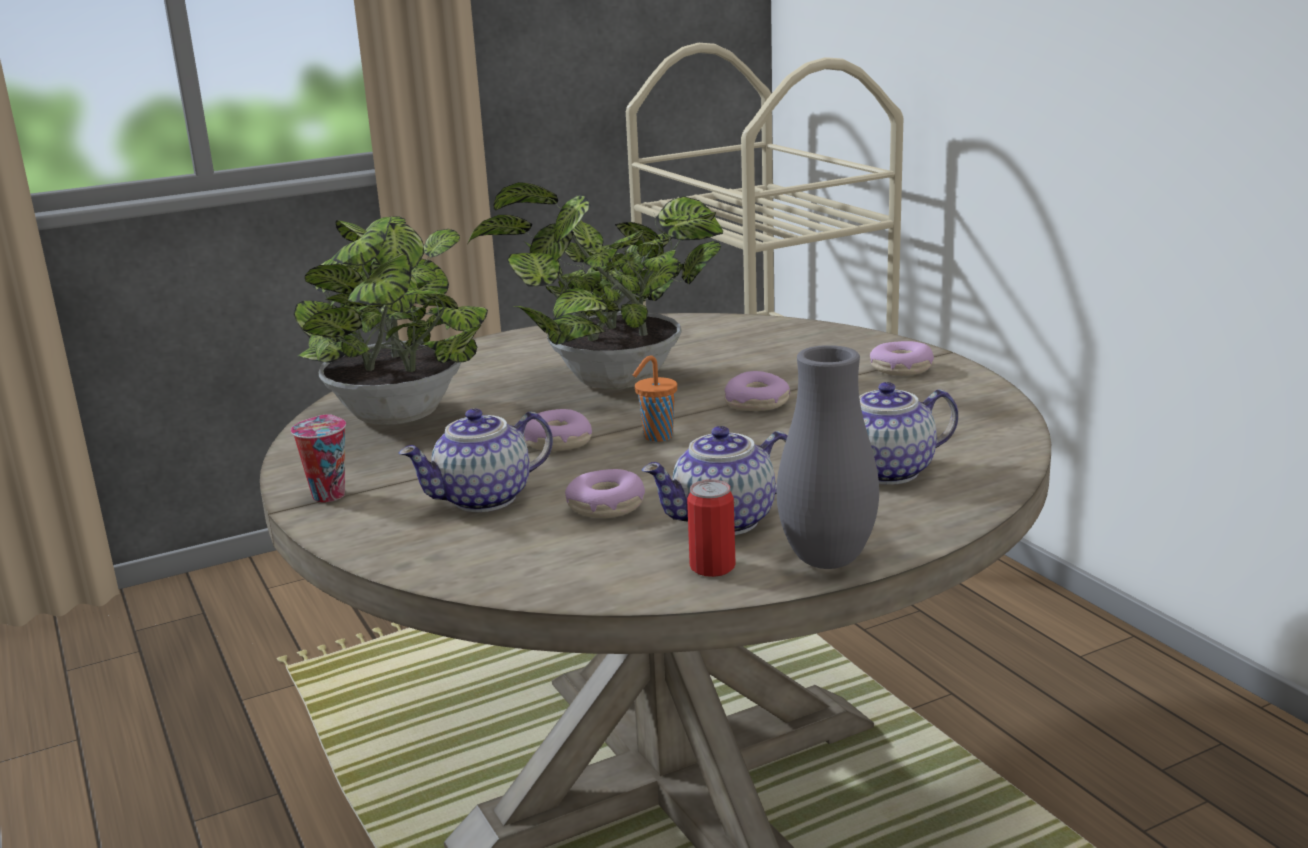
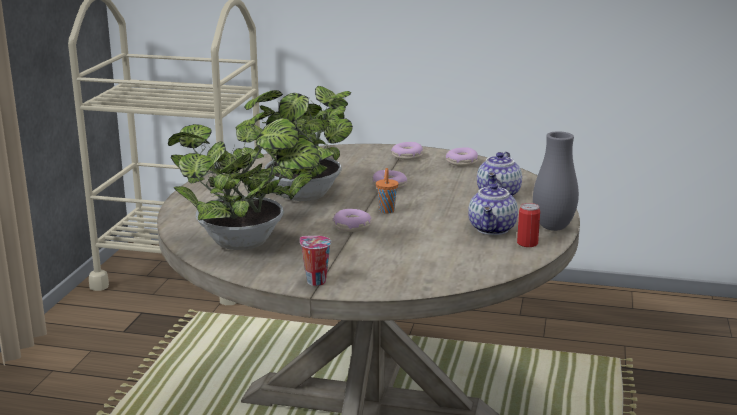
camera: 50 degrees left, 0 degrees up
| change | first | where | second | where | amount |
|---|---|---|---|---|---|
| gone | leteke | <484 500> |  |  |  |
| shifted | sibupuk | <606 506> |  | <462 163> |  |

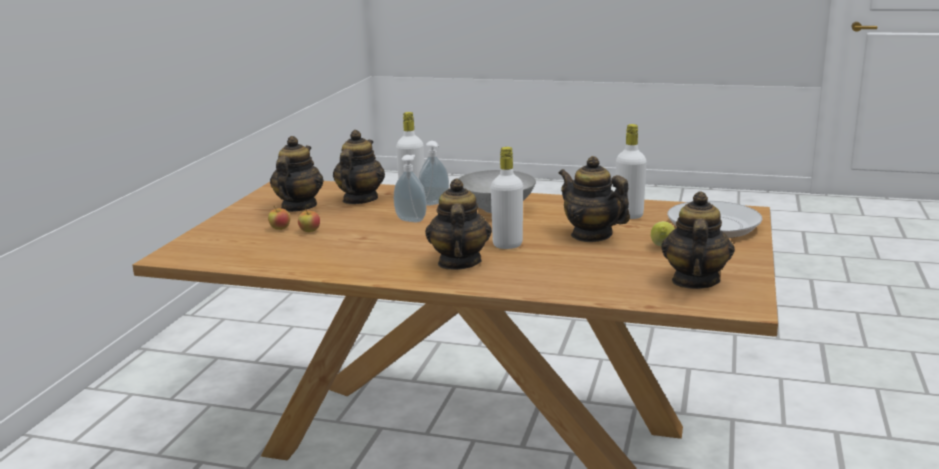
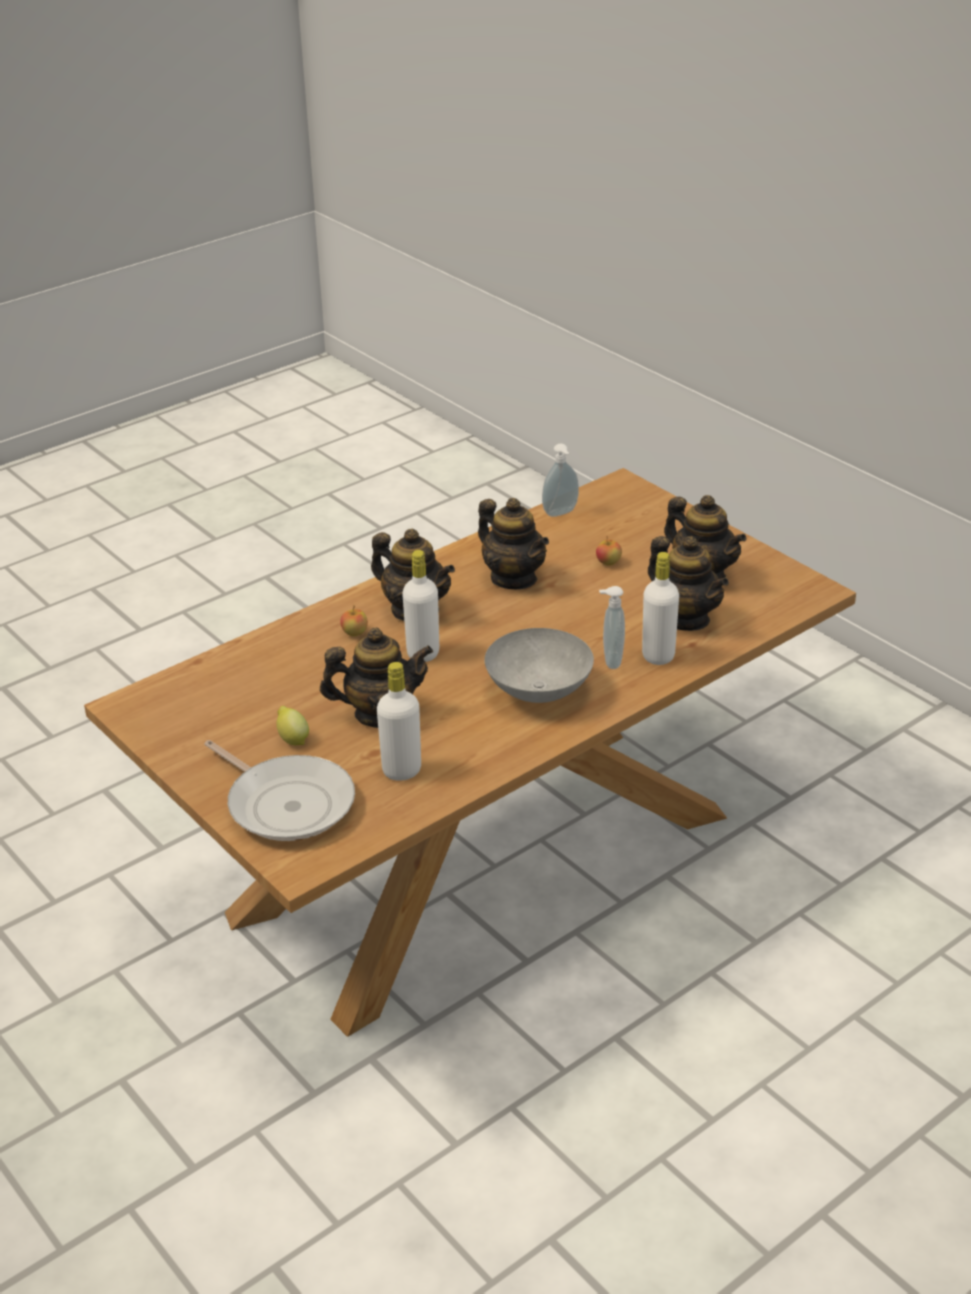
camera: 125 degrees right, 15 degrees up
| change | first | where | second | where | amount |
|---|---|---|---|---|---|
| shifted | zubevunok | <280 228> |  | <354 633> |  |
| shifted | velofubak | <411 219> |  | <561 513> |  |
| shifted | leteke | <694 281> |  | <514 578> |  |

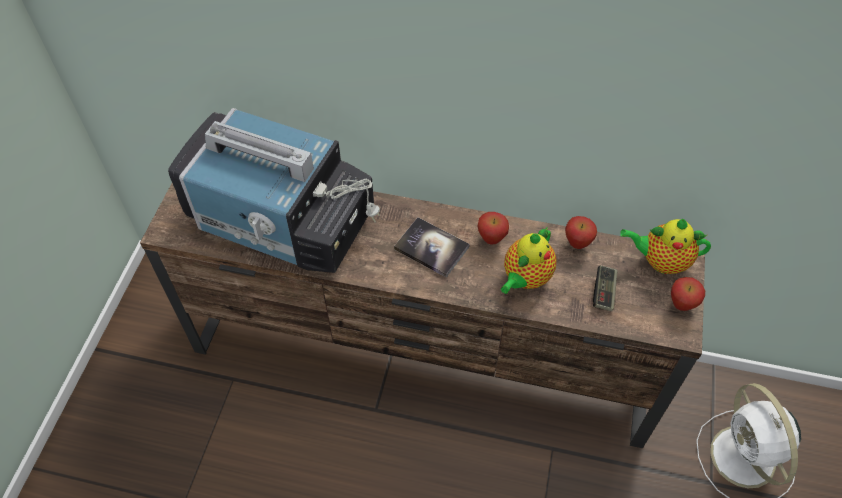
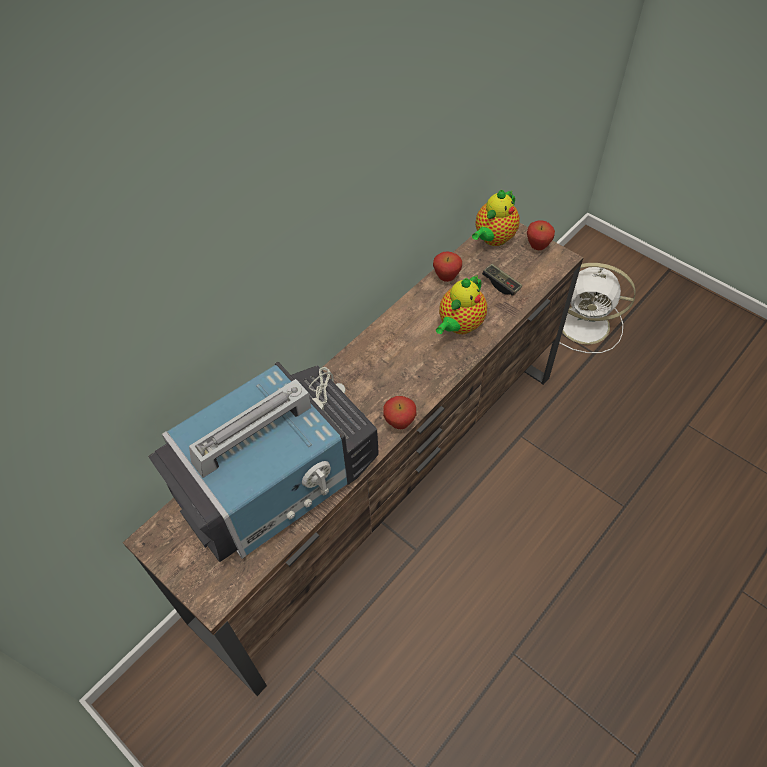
camera: 60 degrees left, 0 degrees up
| change | first | where | second | where | amount |
|---|---|---|---|---|---|
| gone | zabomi | <431 248> |  |  |  |
| shifted | zubevunok | <491 239> |  | <399 423> |  |
| rotated | leteke | <525 278> |  | <459 326> | 60 degrees clockwise |

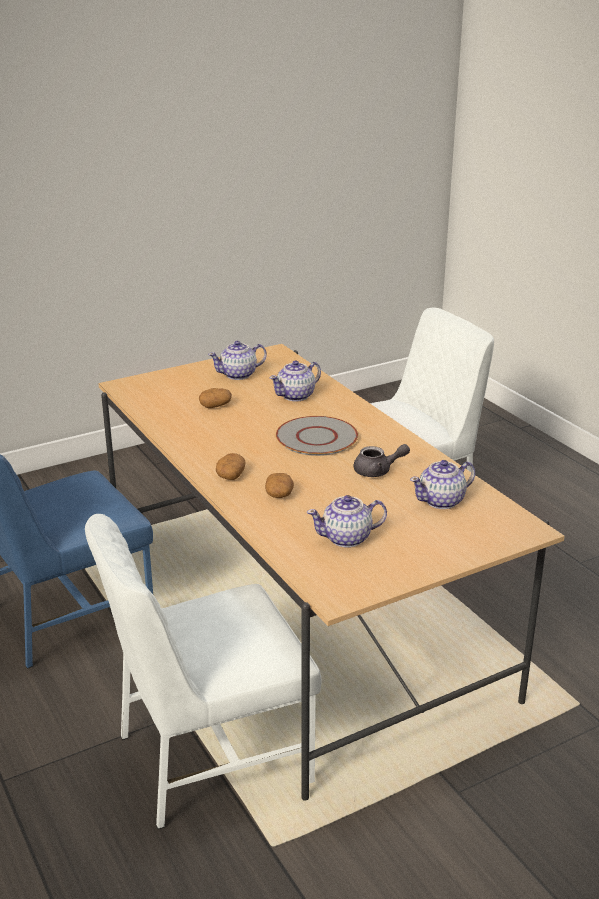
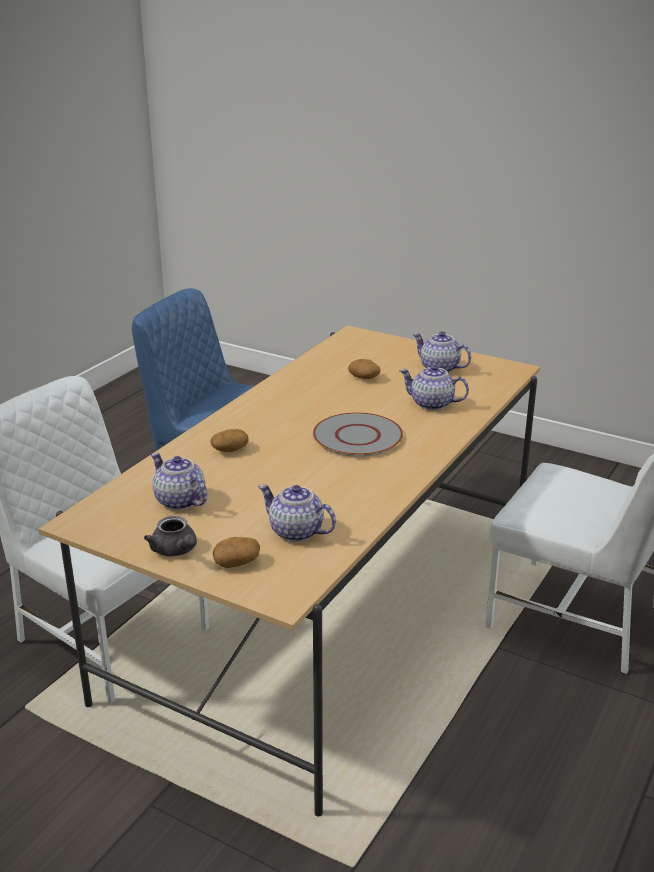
camera: 60 degrees right, 0 degrees up
| change | first | where | second | where | amount |
|---|---|---|---|---|---|
| shifted | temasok | <230 475> |  | <237 562> |  |
| shifted | leteke (grey) | <378 471> |  | <176 551> |  |

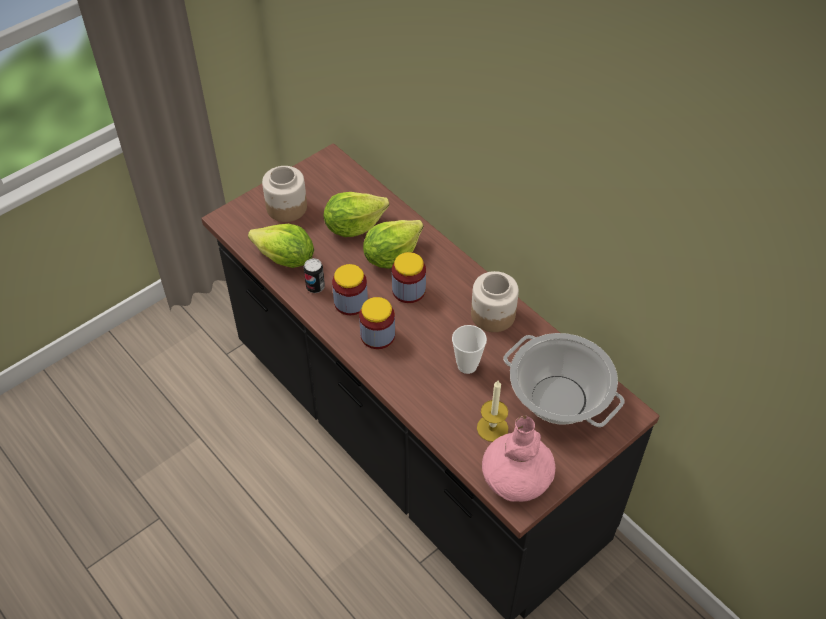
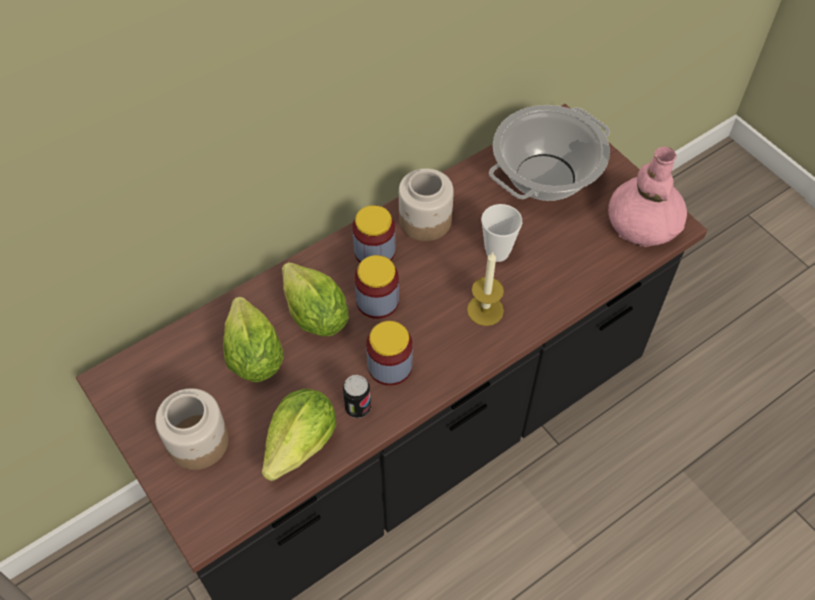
camera: 85 degrees left, 5 degrees up
| change | first | where | second | where | amount |
|---|---|---|---|---|---|
| shifted | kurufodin | <377 335> |  | <374 251> |  |
| shifted | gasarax | <492 428> |  | <485 310> |  |

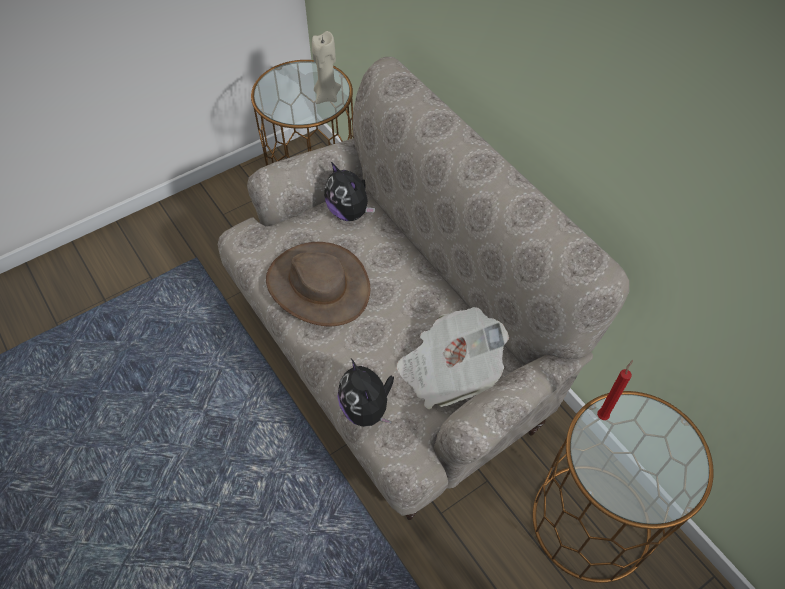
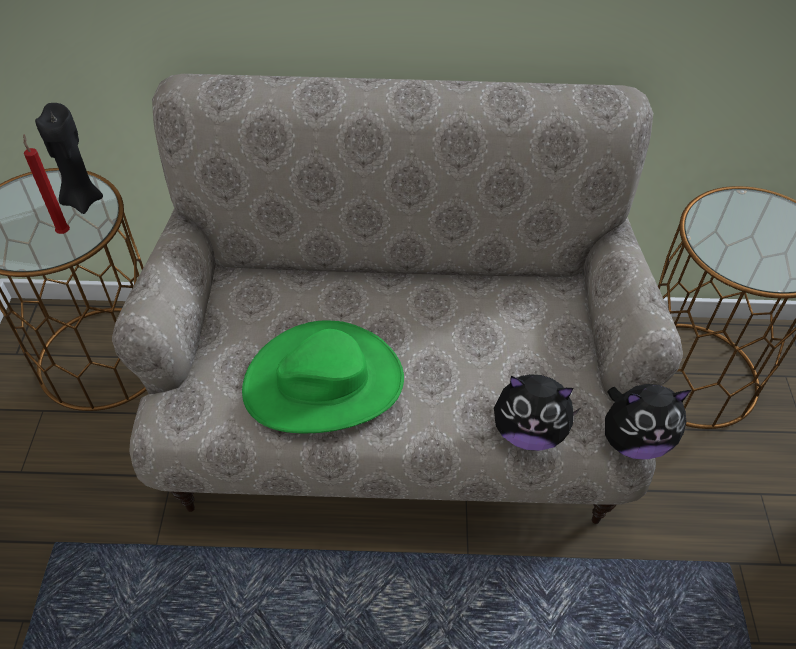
camera: 55 degrees left, 5 degrees down
| change | first | where | second | where | amount |
|---|---|---|---|---|---|
| gone | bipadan | <448 371> |  |  |  |
| shifted | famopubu | <349 212> |  | <633 440> |  |
| shifted | gasarax (red) | <603 415> |  | <64 231> |  |
| repainted | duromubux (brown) | <318 285> | duromubux (green) | <323 382> |  |
| repainted | gasarax (beige) | <327 96> | gasarax (black) | <82 200> |  |

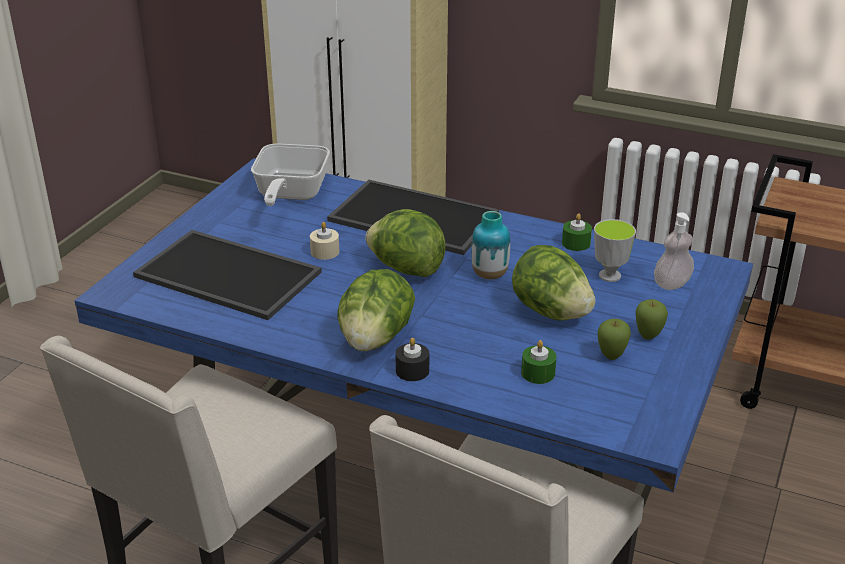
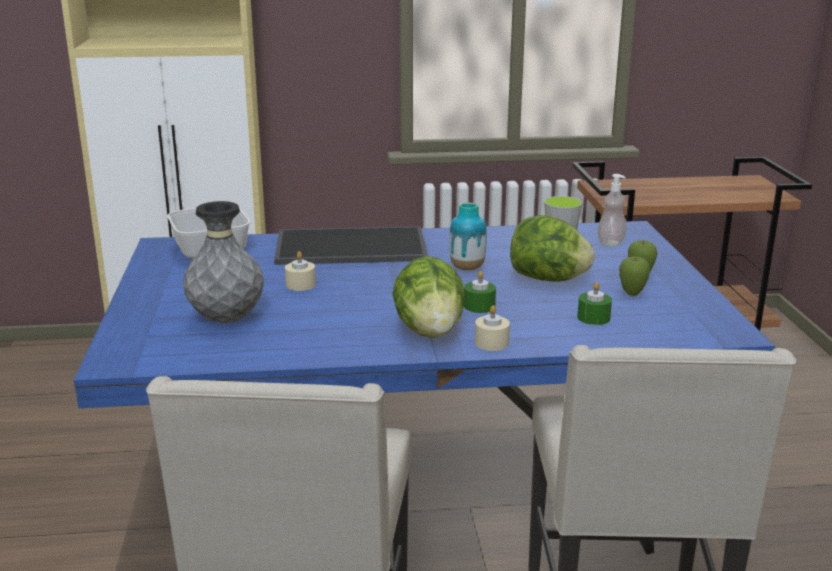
camera: 30 degrees left, 10 degrees down
| change | first | where | second | where | amount |
|---|---|---|---|---|---|
| gone | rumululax | <406 269> |  |  |  |
| shifted | gasarax (green) | <576 243> |  | <479 306> |  |
| swapped | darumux | <231 274> | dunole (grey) | <227 319> |  |
| repainted | gasarax (black) | <412 370> | gasarax (beige) | <491 343> |  |

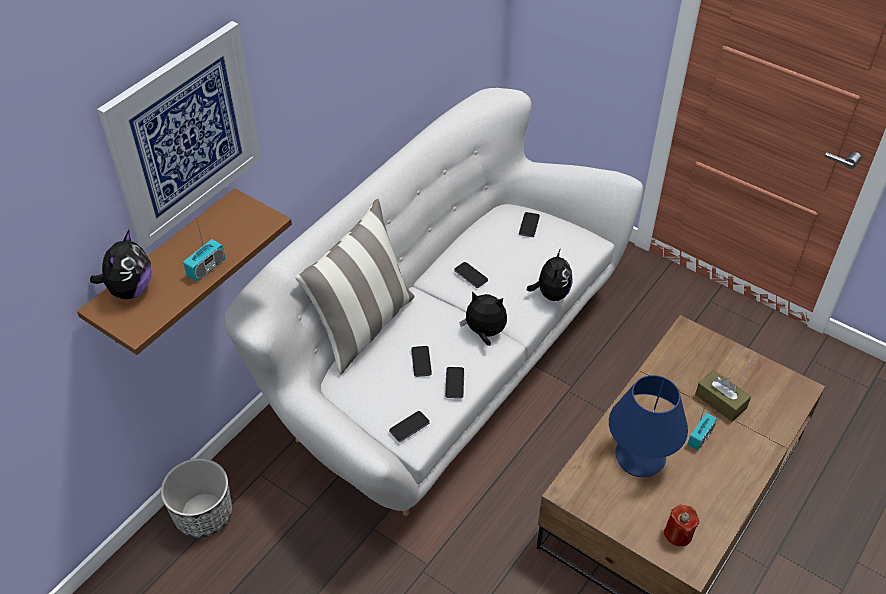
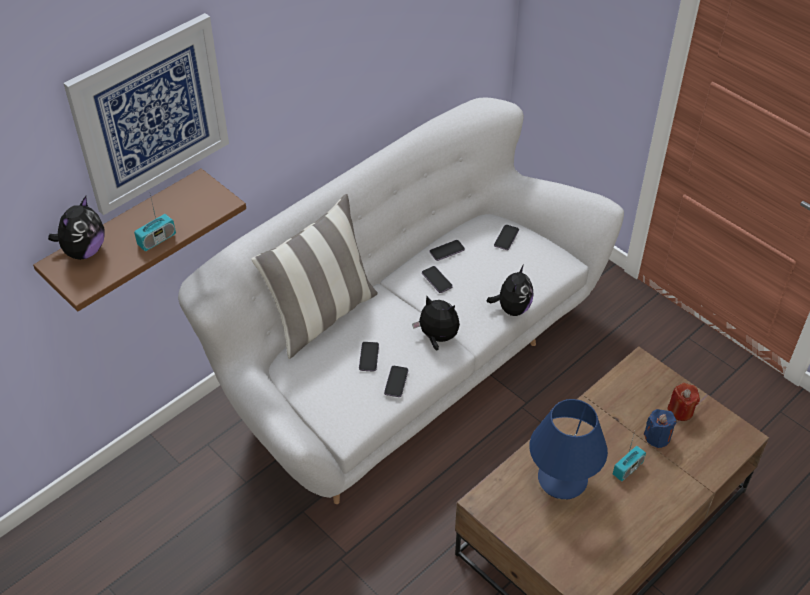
camera: 10 degrees right, 0 degrees up
| change | first | where | second | where | amount |
|---|---|---|---|---|---|
| gone | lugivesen | <203 514> |  |  |  |
| shifted | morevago | <409 427> |  | <447 251> |  |
| shifted | gasarax (red) | <678 534> |  | <680 411> |  |
| swapped | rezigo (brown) | <720 401> | gasarax (blue) | <657 437> |  |

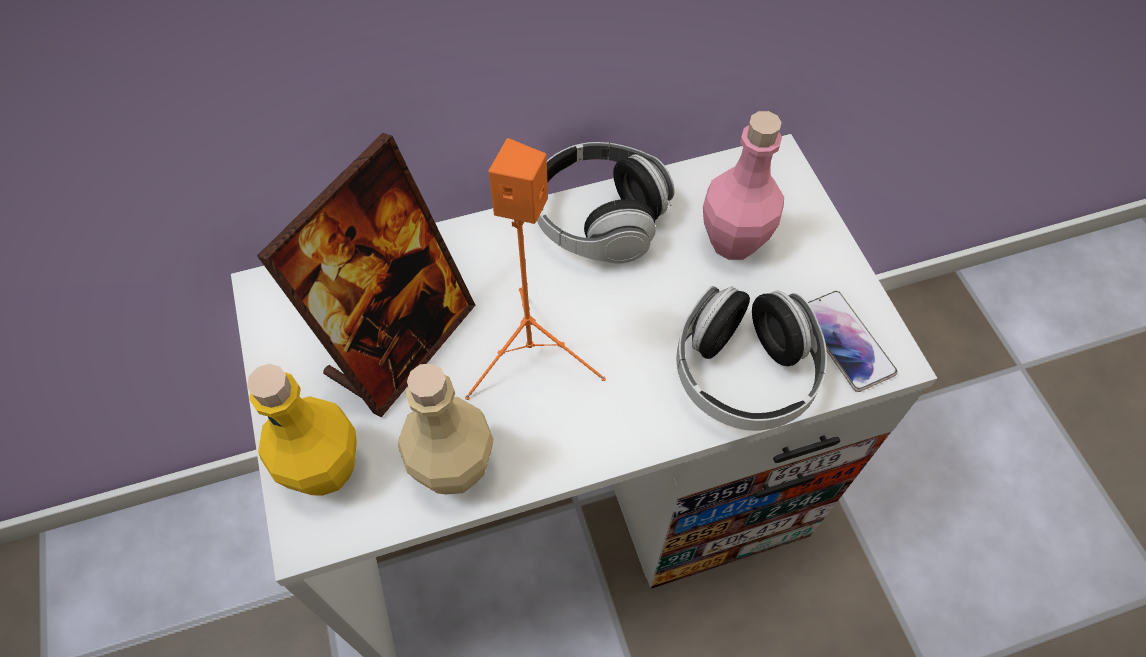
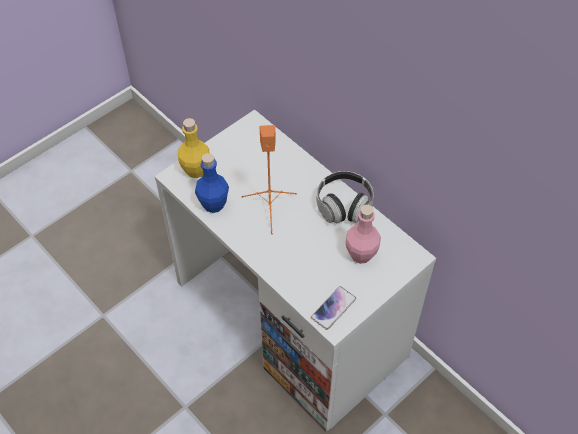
camera: 65 degrees right, 5 degrees down
| change | first | where | second | where | amount |
|---|---|---|---|---|---|
| gone | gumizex | <400 342> |  |  |  |
| gone | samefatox | <743 374> |  |  |  |
| repainted | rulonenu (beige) | <454 469> | rulonenu (blue) | <213 204> |  |

